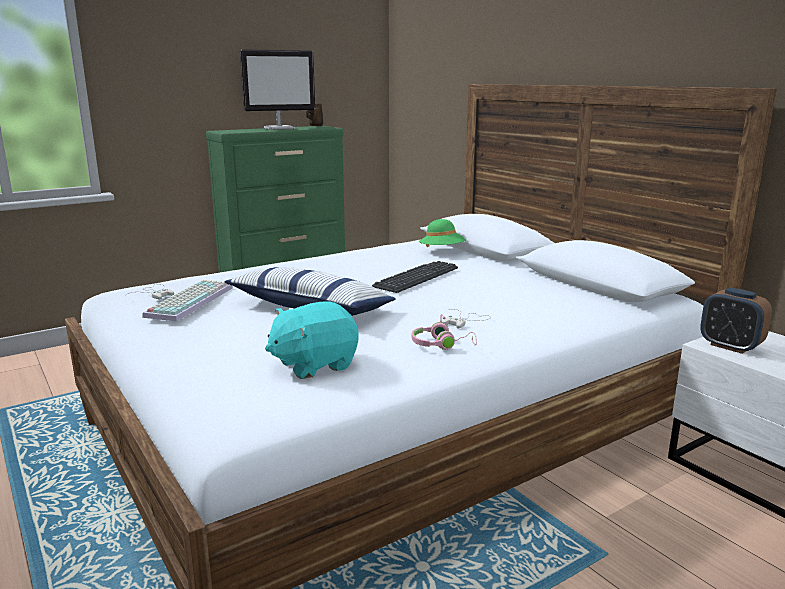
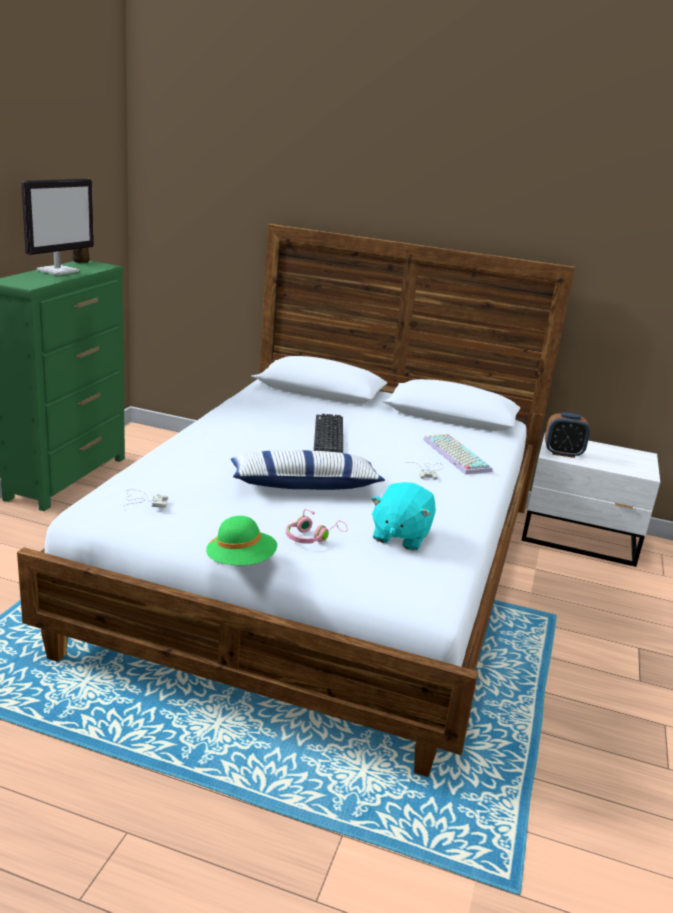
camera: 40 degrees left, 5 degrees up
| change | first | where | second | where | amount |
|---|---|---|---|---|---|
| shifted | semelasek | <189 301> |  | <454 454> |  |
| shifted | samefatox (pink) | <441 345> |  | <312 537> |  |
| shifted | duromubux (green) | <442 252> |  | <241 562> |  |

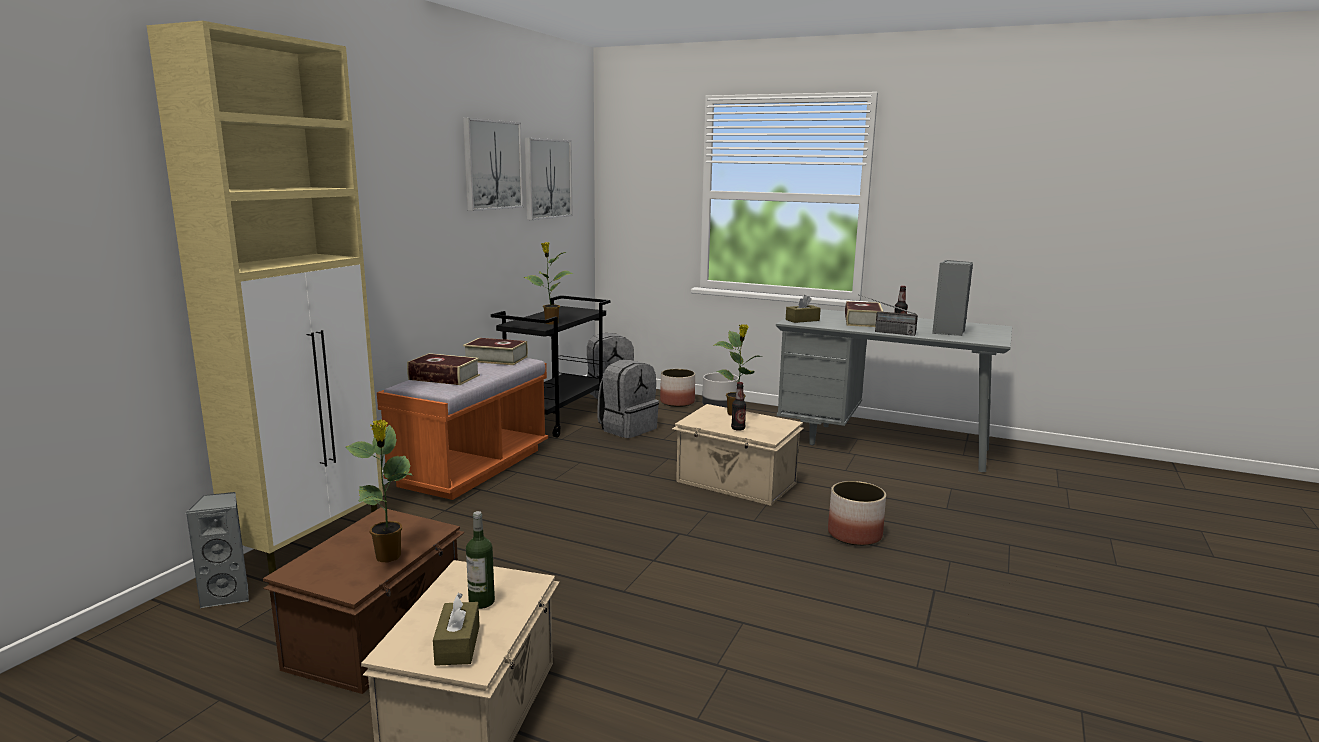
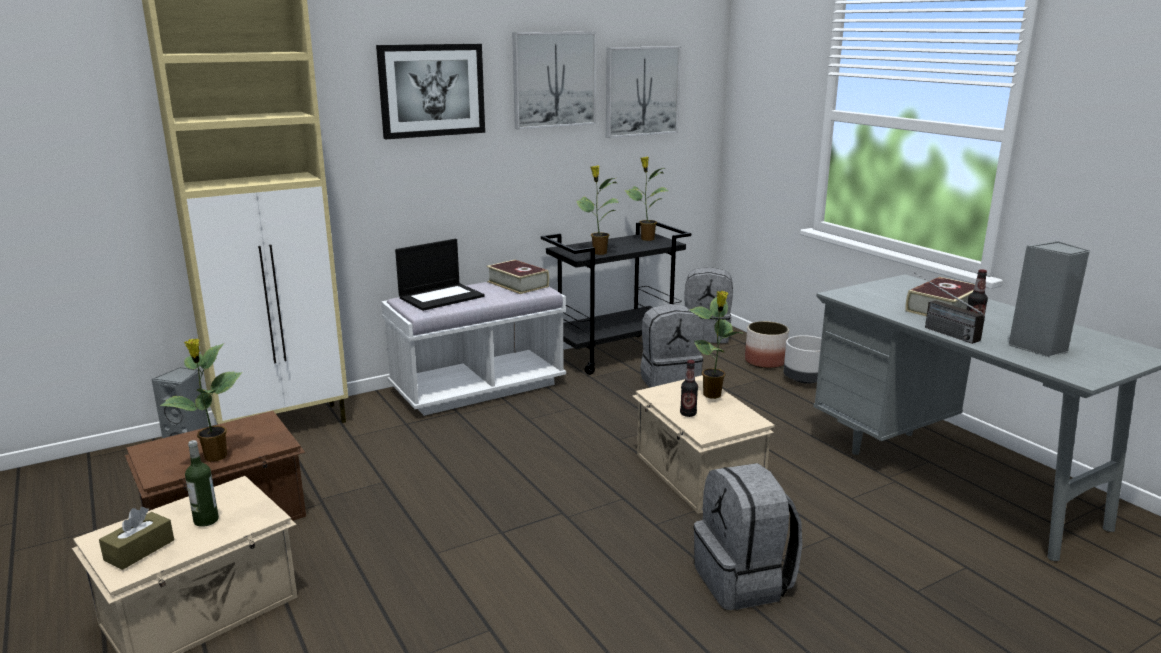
camera: 35 degrees right, 5 degrees up
| change | first | where | second | where | amount |
|---|---|---|---|---|---|
| gone | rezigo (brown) | <802 320> |  |  |  |
| new |  |  | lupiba | <432 90> |  |
| new |  |  | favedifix | <646 239> |  |
| swapped | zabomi | <444 377> | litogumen | <441 297> |  |
| swapped | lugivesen | <855 535> | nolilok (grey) | <744 581> |  |
| repainted | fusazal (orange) | <472 467> | fusazal (white) | <478 387> |  |

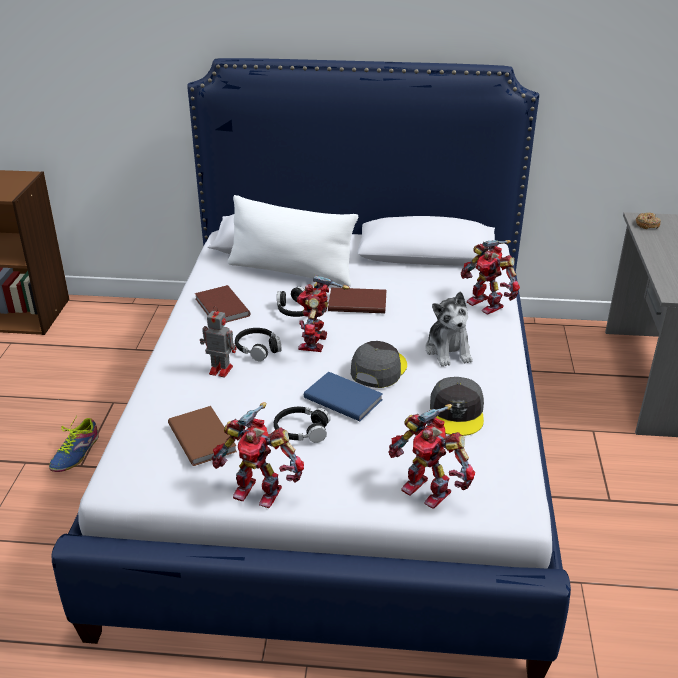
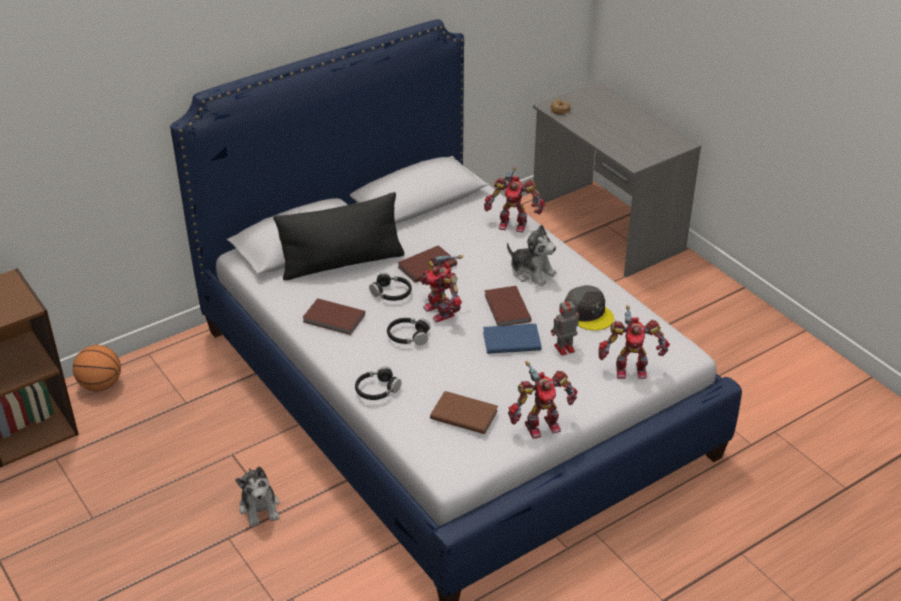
camera: 40 degrees left, 5 degrees up
| change | first | where | second | where | amount |
|---|---|---|---|---|---|
| new |  |  | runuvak | <100 385> |  |
| shifted | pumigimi | <219 370> |  | <563 348> |  |
| shifted | samefatox (black) | <301 430> |  | <377 390> |  |
| swapped | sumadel | <76 453> | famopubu | <260 507> |  |
| swapped | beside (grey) | <378 369> | zabomi (brown) | <506 309> |  |
| repainted | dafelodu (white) | <291 271> | dafelodu (black) | <342 263> |  |

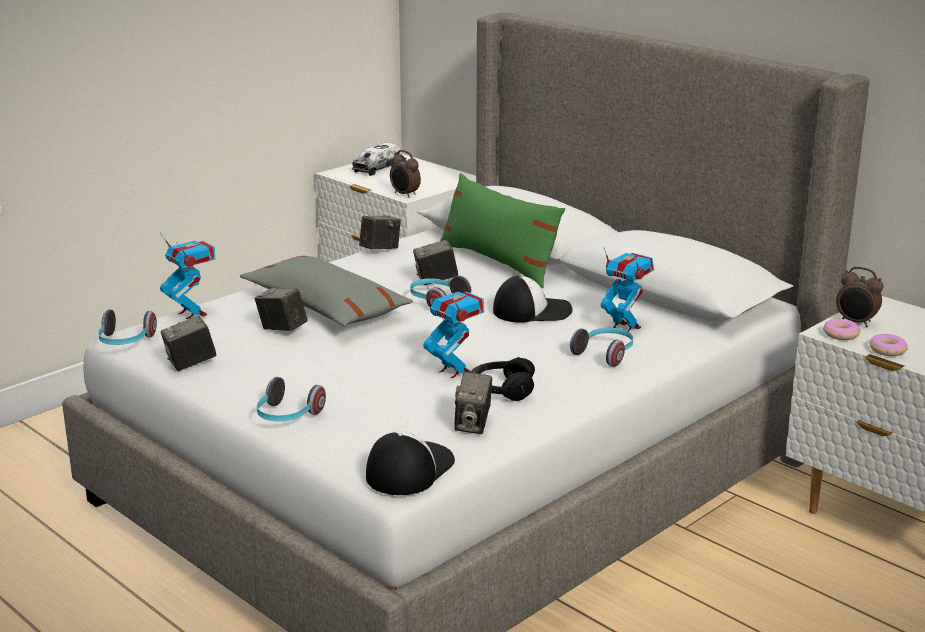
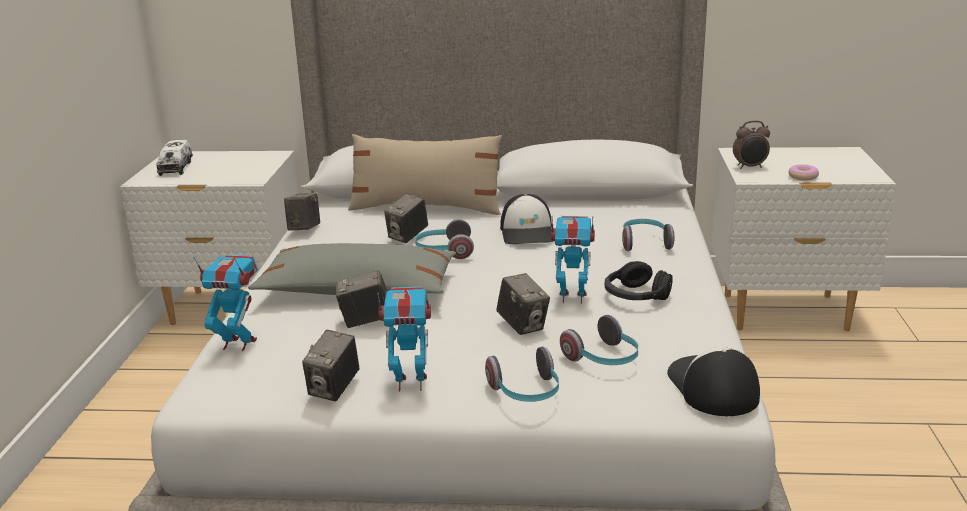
camera: 40 degrees left, 0 degrees up
| change | first | where | second | where | amount |
|---|---|---|---|---|---|
| gone | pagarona | <405 195> |  |  |  |
| gone | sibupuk | <840 334> |  |  |  |
| shifted | samefatox | <125 342> |  | <604 359> |  |
| shifted | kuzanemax | <473 425> |  | <523 326> |  |
| shifted | pumigimi | <625 327> |  | <410 383> |  |
| repainted | dafelodu (green) | <499 263> | dafelodu (beige) | <426 208> |  |
| rotated | beside | <532 311> |  | <528 232> | 135 degrees clockwise |

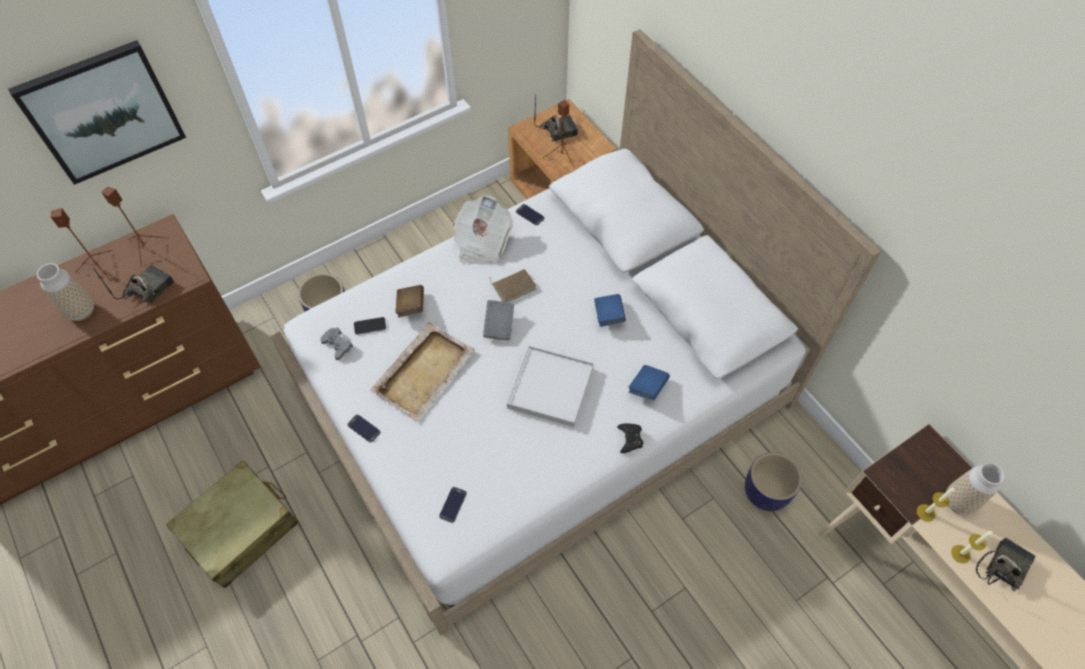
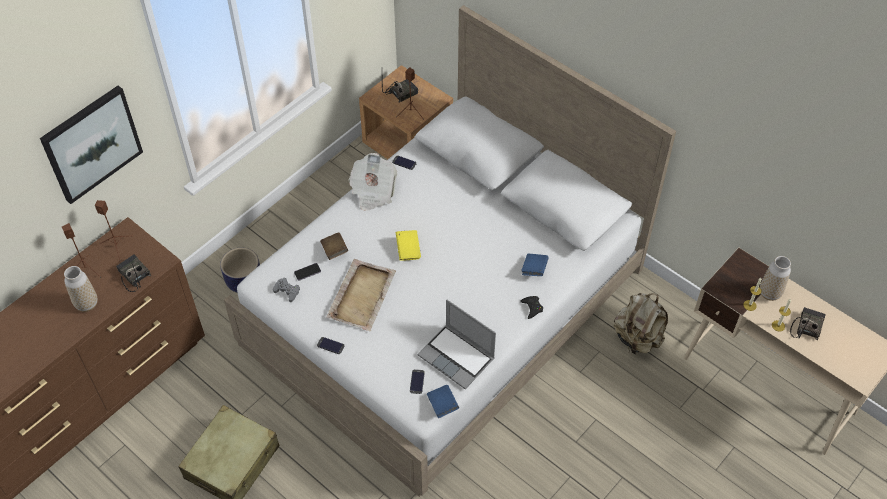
camera: 15 degrees left, 5 degrees down
| change | first | where | second | where | amount |
|---|---|---|---|---|---|
| gone | zabomi (brown) | <513 286> |  |  |  |
| gone | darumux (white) | <550 387> |  |  |  |
| new |  |  | litogumen | <457 357> |  |
| shifted | zabomi (blue) | <608 315> |  | <442 405> |  |
| swapped | lugivesen | <766 492> | nolilok (beige) | <638 338> |  |
| repainted | zabomi (grey) | <499 325> | zabomi (yellow) | <408 250> |  |
| rotated | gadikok | <148 288> |  | <133 276> | 60 degrees counterclockwise |

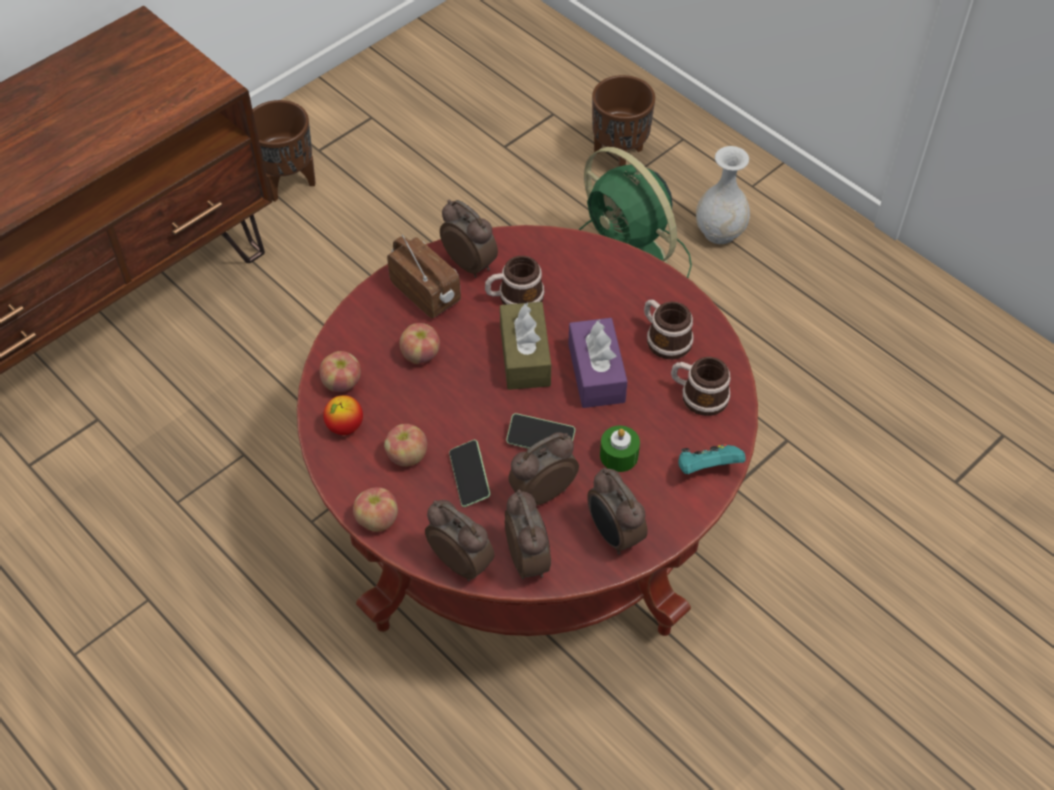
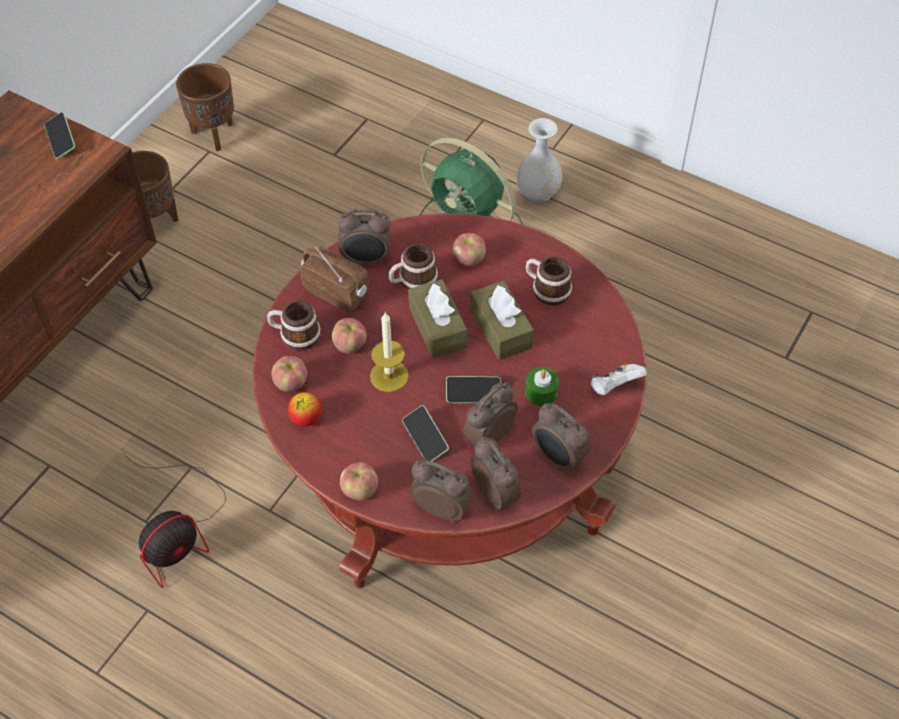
camera: 15 degrees left, 0 degrees up
| change | first | where | second | where | amount |
|---|---|---|---|---|---|
| new |  |  | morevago | <61 140> |  |
| new |  |  | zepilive | <178 531> |  |
| new |  |  | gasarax | <389 376> |  |
| shifted | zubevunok | <407 456> |  | <469 259> |  |
| shifted | lugivesen (brown) | <620 158> |  | <215 134> |  |
| shifted | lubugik | <698 395> |  | <295 334> |  |
| repainted | rezigo (purple) | <596 373> | rezigo (brown) | <500 329> |  |
| repainted | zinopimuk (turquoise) | <706 469> | zinopimuk (white) | <614 387> |  |
| rotated | pagarona | <470 263> |  | <366 260> | 150 degrees clockwise |

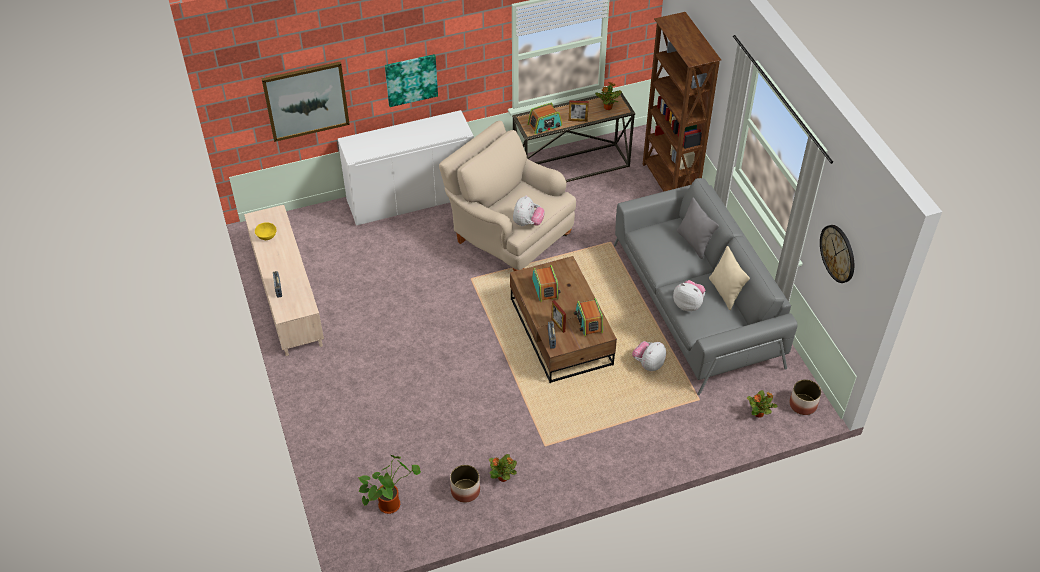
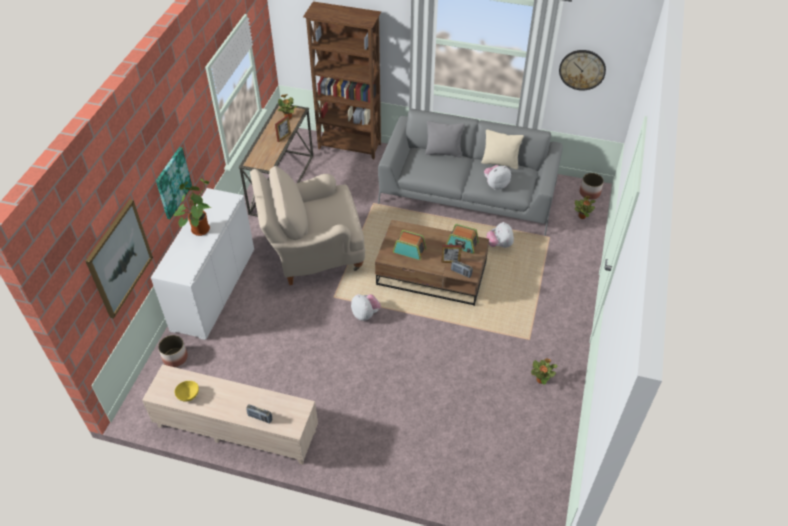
camera: 55 degrees left, 0 degrees up
| change | first | where | second | where | amount |
|---|---|---|---|---|---|
| gone | gadikok | <545 125> |  |  |  |
| shifted | favedifix | <390 503> |  | <199 228> |  |
| shifted | lugivesen | <465 490> |  | <175 357> |  |
| shifted | famopubu | <527 223> |  | <365 314> |  |

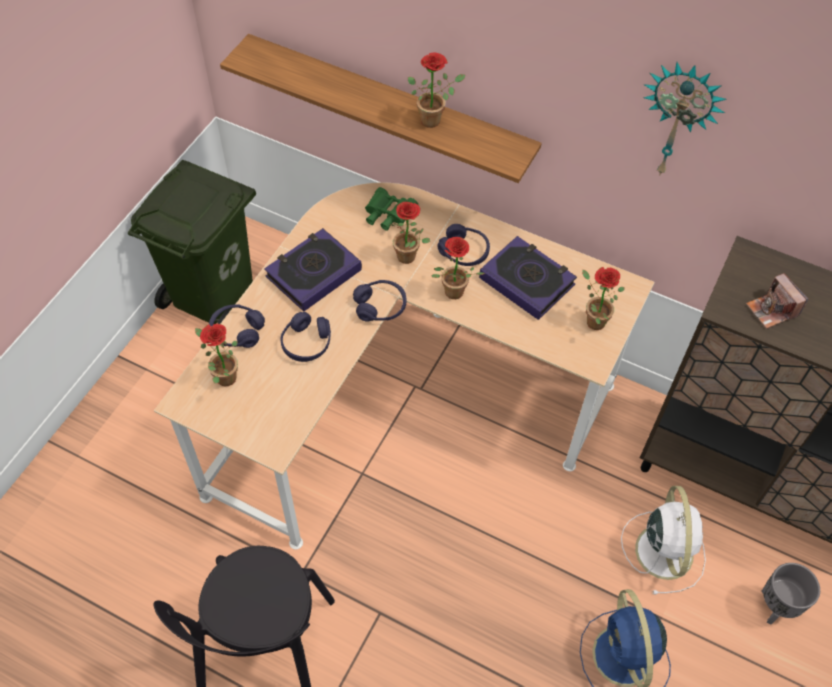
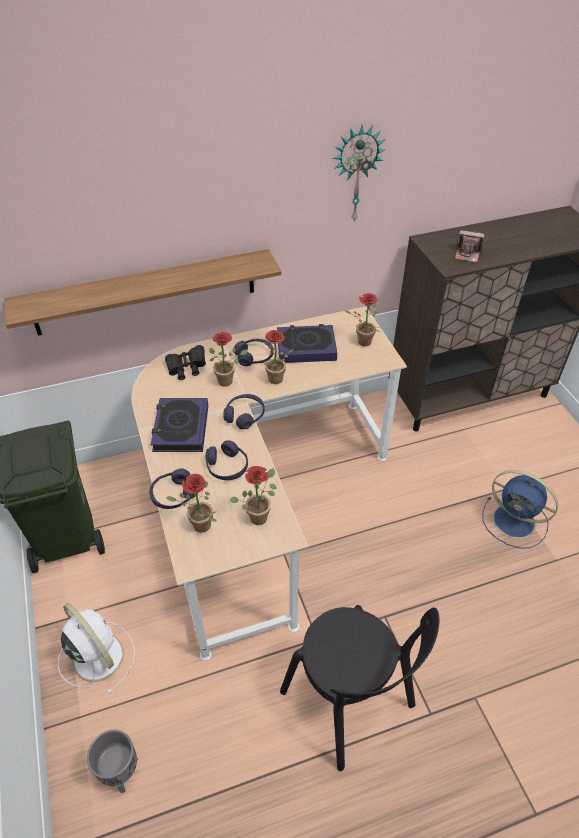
camera: 45 degrees left, 10 degrees down
| change | first | where | second | where | amount |
|---|---|---|---|---|---|
| shifted | favedifix | <434 119> |  | <259 514> |  |
| shifted | zepilive (white) | <663 549> |  | <97 655> |  |
| shifted | lugivesen (grey) | <775 606> |  | <120 771> |  |
| repainted | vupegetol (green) | <388 216> | vupegetol (black) | <187 369> |  |

